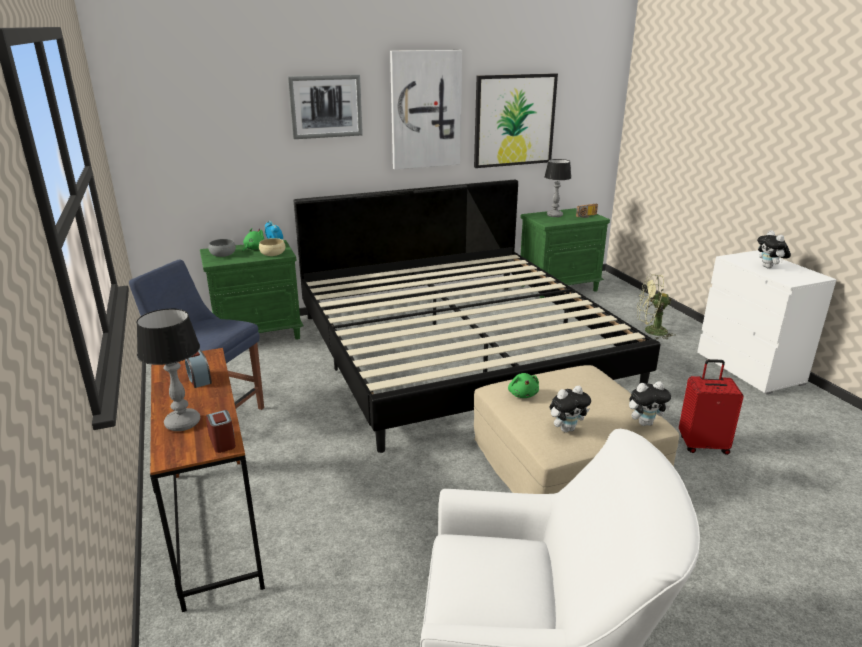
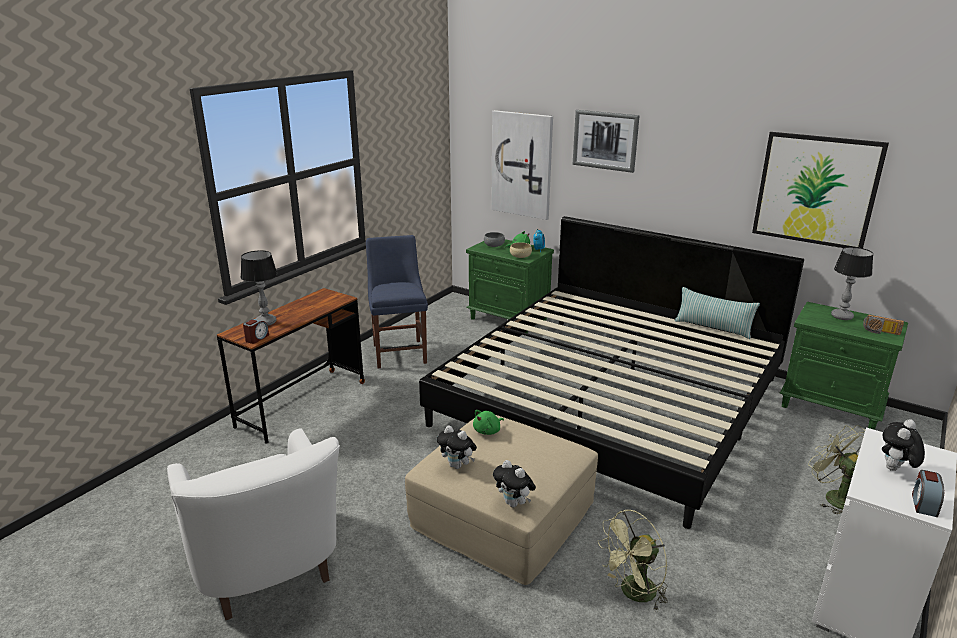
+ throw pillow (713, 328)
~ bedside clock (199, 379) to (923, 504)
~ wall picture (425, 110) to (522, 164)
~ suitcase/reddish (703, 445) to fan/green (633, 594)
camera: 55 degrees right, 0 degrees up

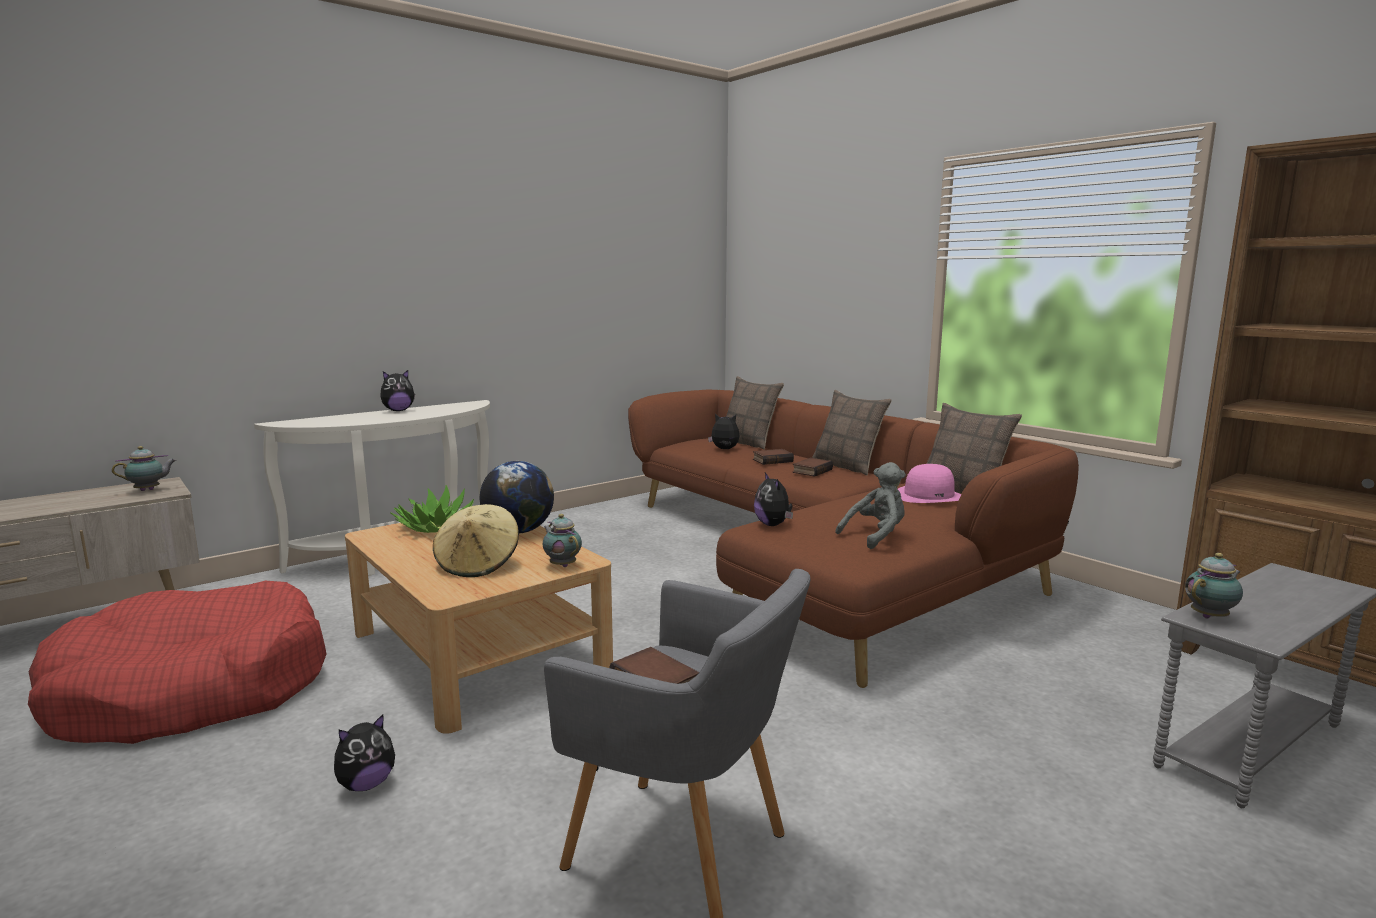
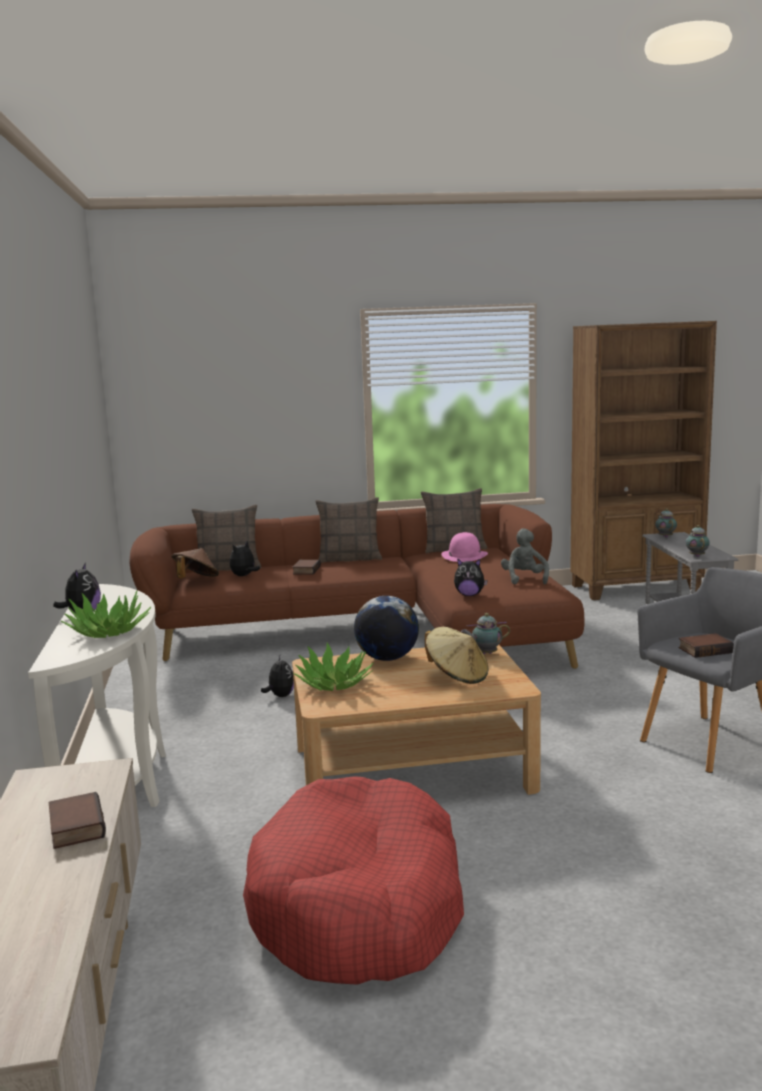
+ potted plant (108, 631)
+ wearable hat/brown-coloured (196, 580)
~ tea pot (149, 490) to (665, 536)
~ plush toy (366, 784) to (280, 696)
~ volume (811, 471) to (74, 826)
camera: 60 degrees left, 0 degrees up

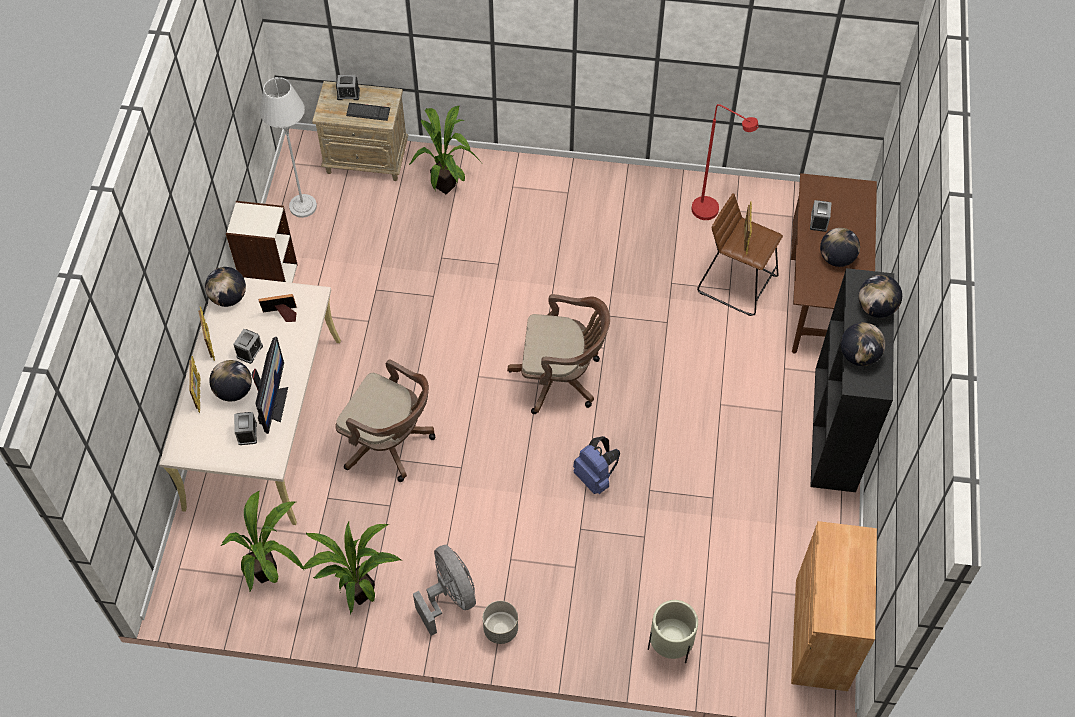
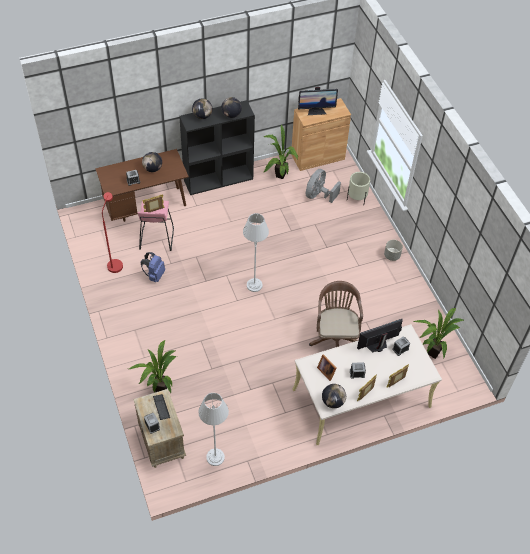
- globe (234, 391)
- bookcase (269, 278)
+ computer display (316, 111)
~ potted plant (358, 591) to (280, 177)
~ fan/greyish (449, 597) to (318, 195)
~ rucksack/blue-coloured (595, 477) to (154, 275)
~ desk chair/brown-coloured (561, 378) to floor lamp/greyish (254, 285)
~ sitting stool/brown-coloured (737, 283) to sitting stool/pink-coloured (156, 238)
camera: 120 degrees left, 5 degrees down

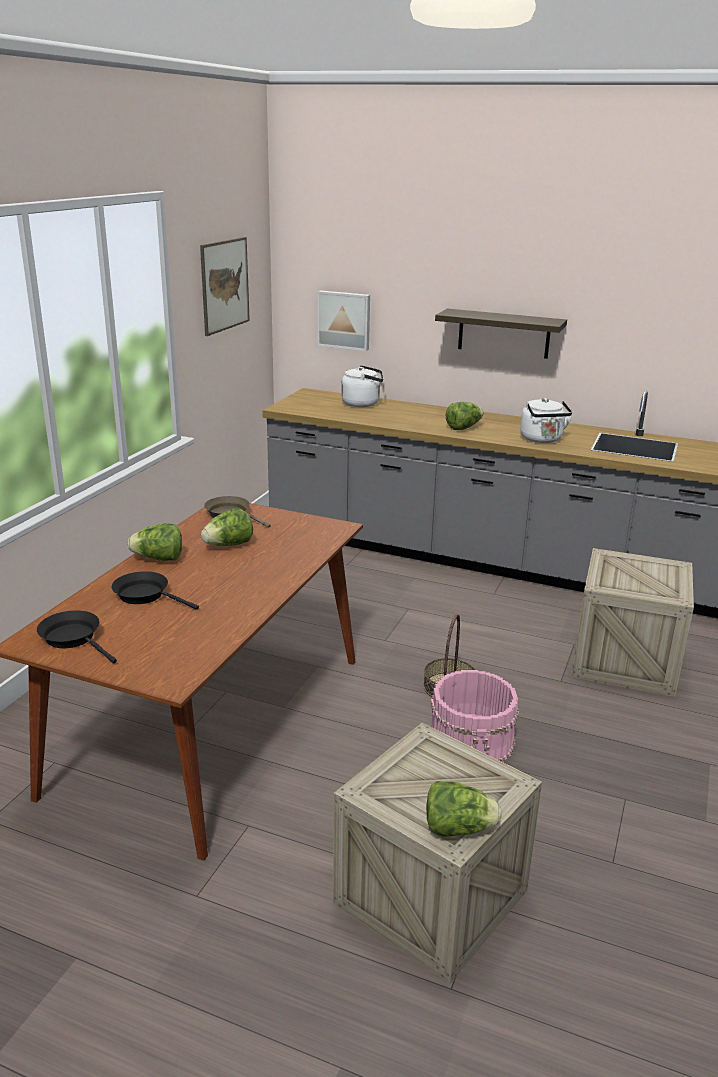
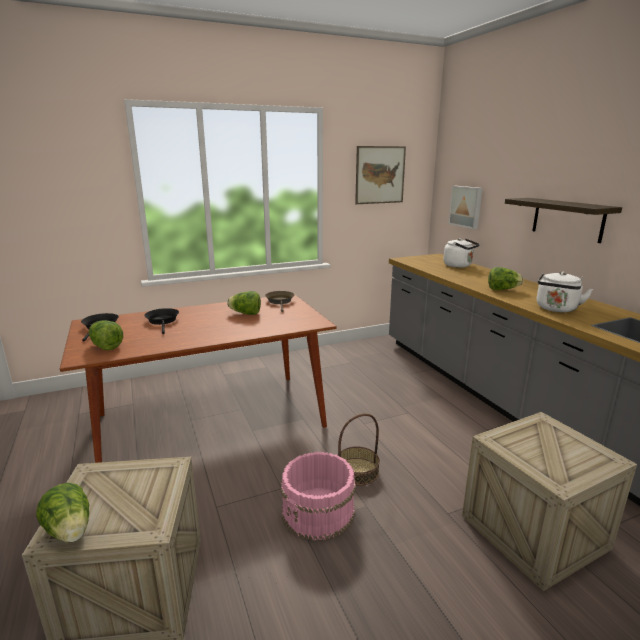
~ lettuce head (159, 559) to (106, 346)
camera: 45 degrees right, 5 degrees down

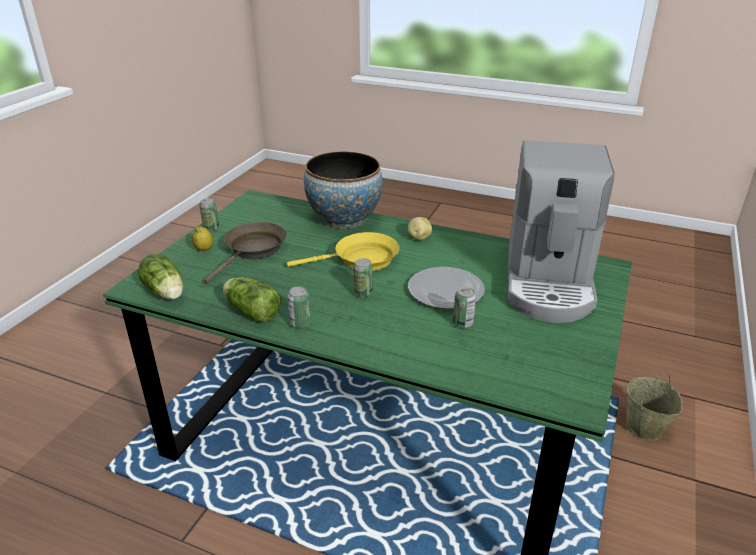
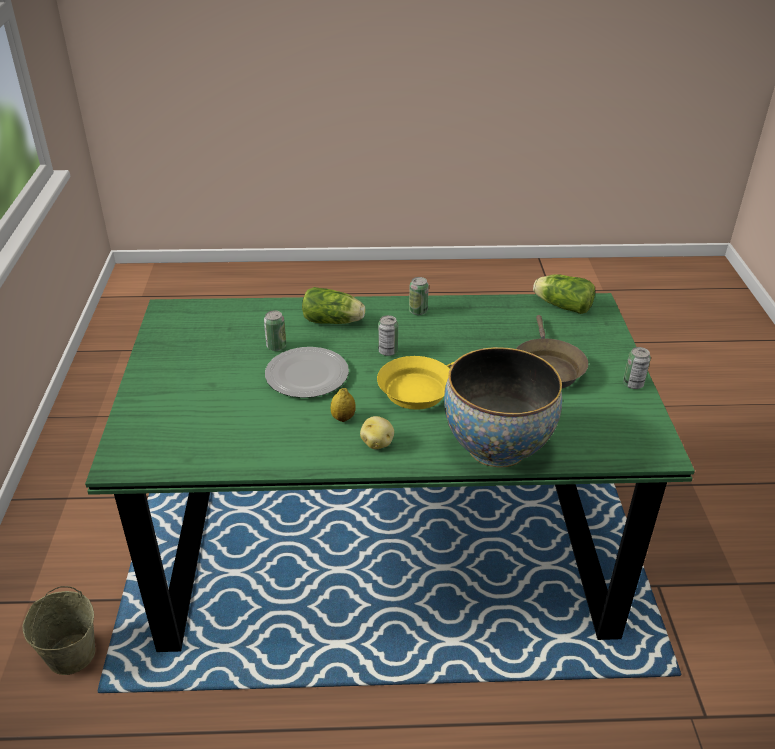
- coffee machine (549, 282)
~ lemon (204, 249) to (343, 418)
~ lettuce head (251, 311) to (334, 321)
camera: 155 degrees right, 5 degrees up

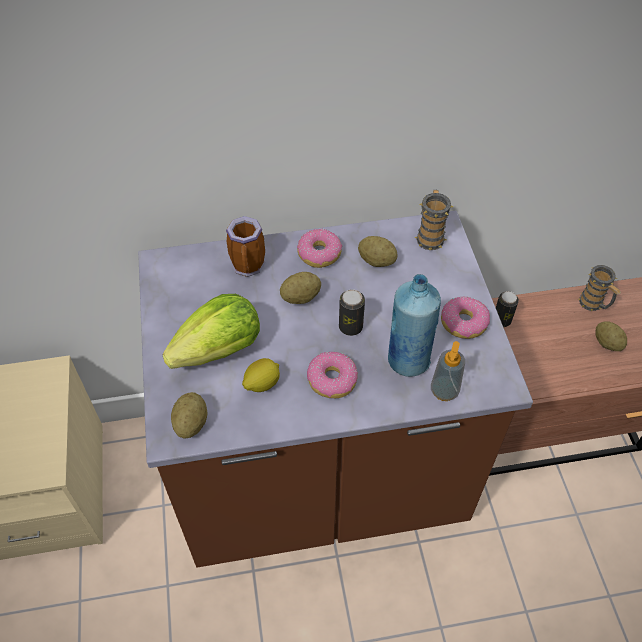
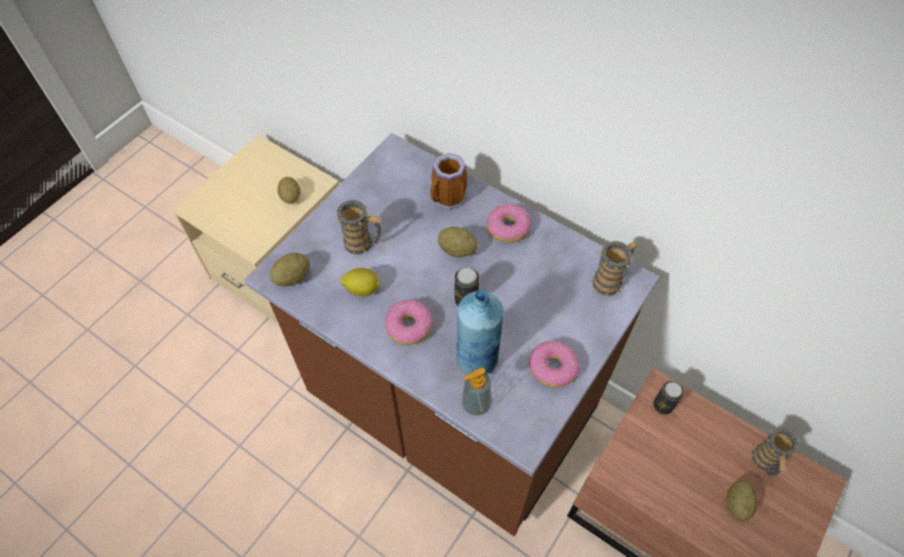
~ whole potato (376, 261) to (290, 197)
~ lettuce head (220, 350) to coffee mug (363, 243)
camera: 45 degrees right, 5 degrees up

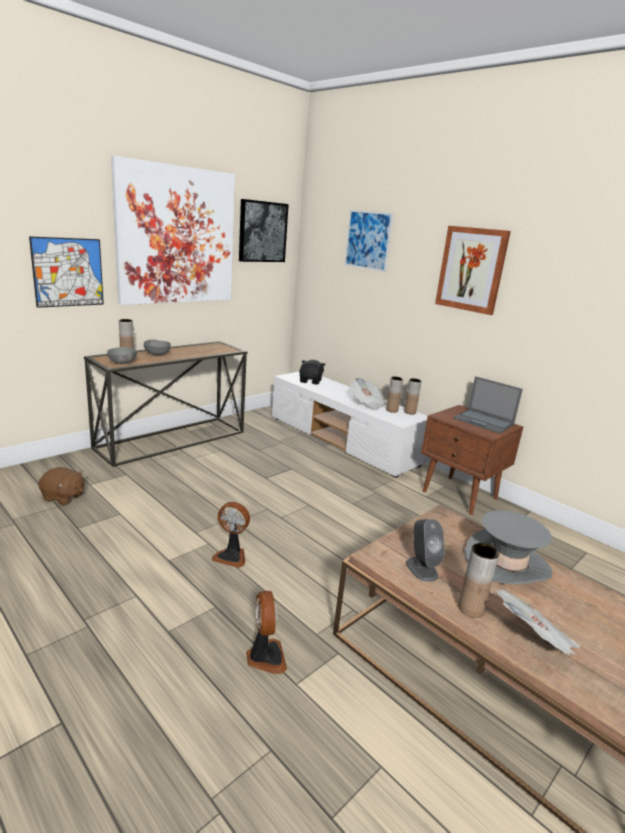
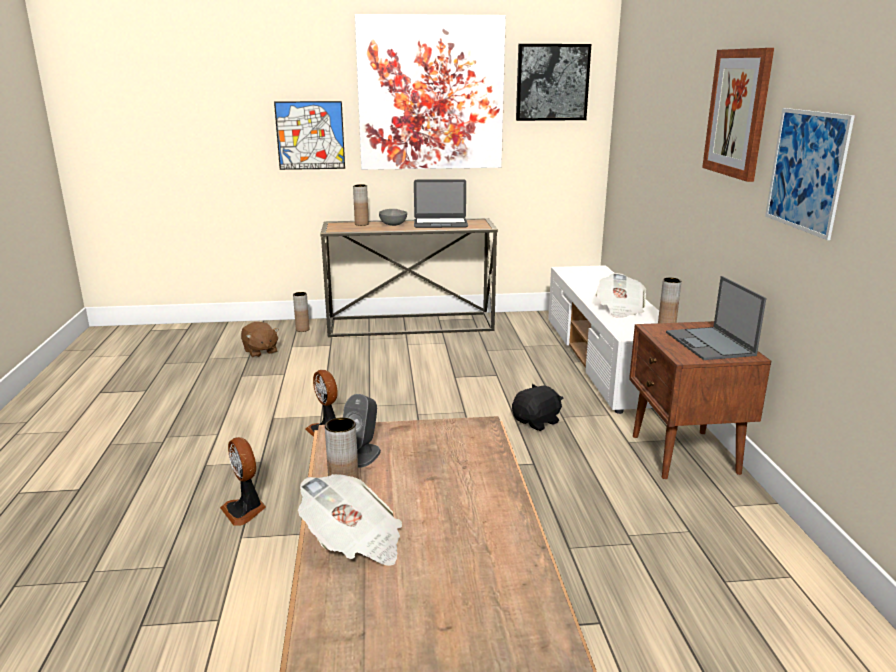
- serving bowl/greyish (122, 363)
- wearable hat/greyish (506, 563)
+ portable computer (440, 223)
~ plush toy/black-coloured (311, 381) to (537, 422)
~ wall picture (368, 240) to (806, 171)
~ decorative vase/brown-coloured (392, 410) to (302, 329)
~ fan (265, 657) = (245, 510) 120 degrees clockwise
camera: 40 degrees right, 0 degrees up

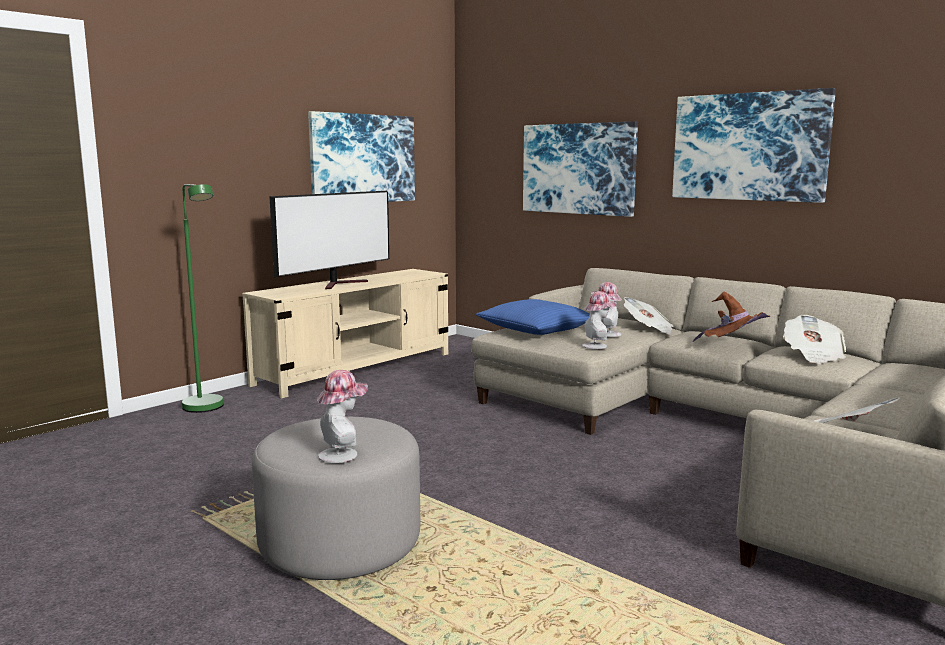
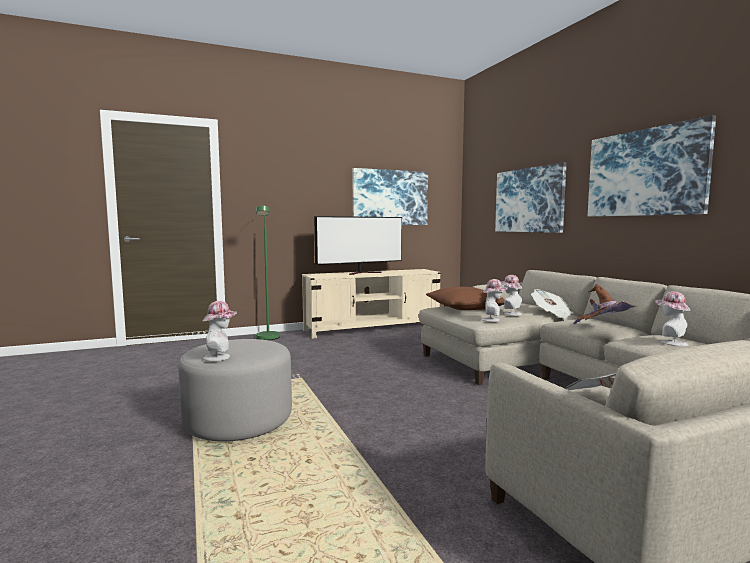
~ daily paper (813, 356) to wearable hat (670, 342)
~ throw pillow/blue-coloured (536, 329) to throw pillow/brown-coloured (465, 307)
camera: 25 degrees right, 5 degrees down

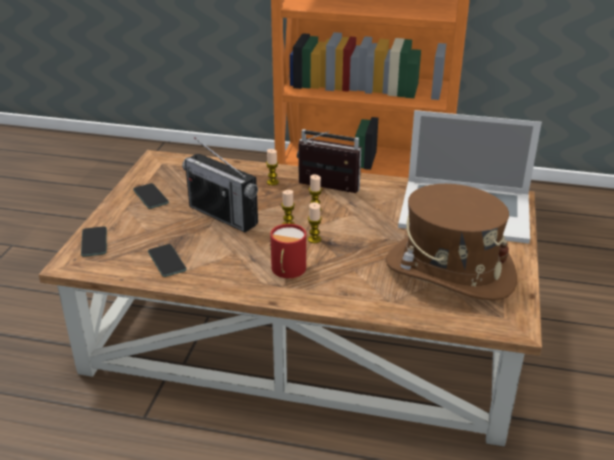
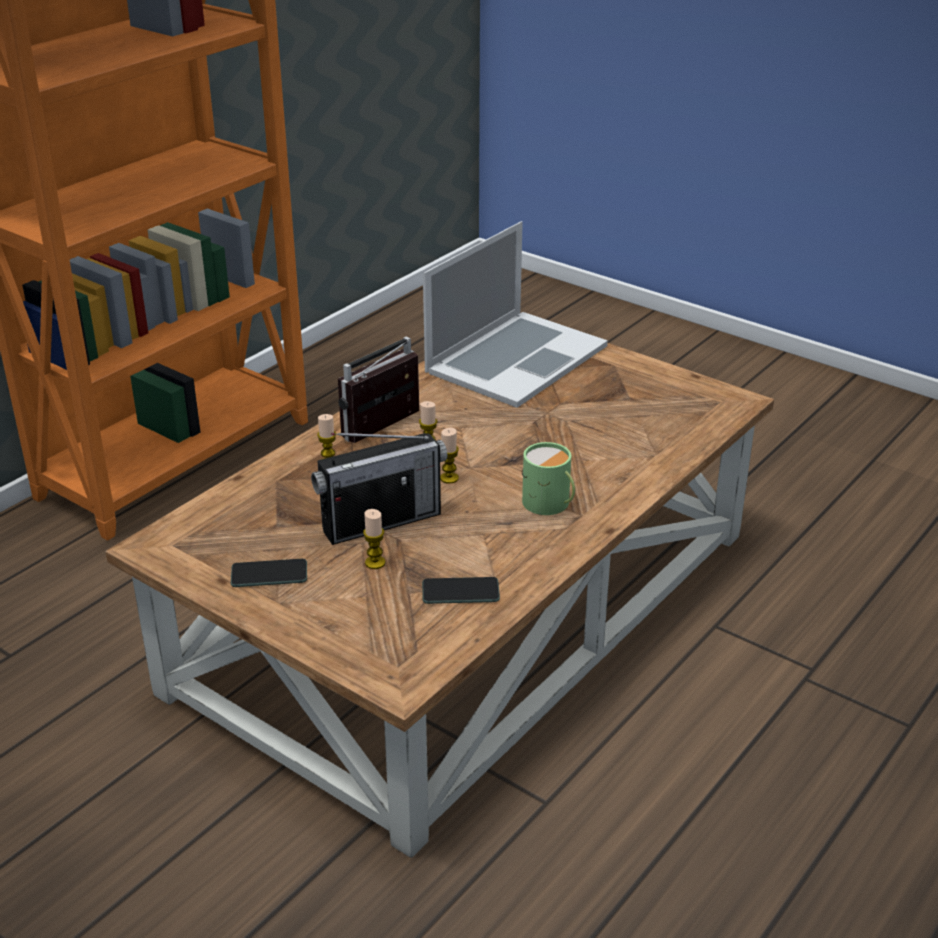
- handset (94, 242)
- wearable hat/brown-coloured (449, 271)
~ candle (314, 239) to (375, 563)
~ coffee mug/reddish (287, 270) to coffee mug/green (549, 504)
camera: 65 degrees left, 0 degrees up

